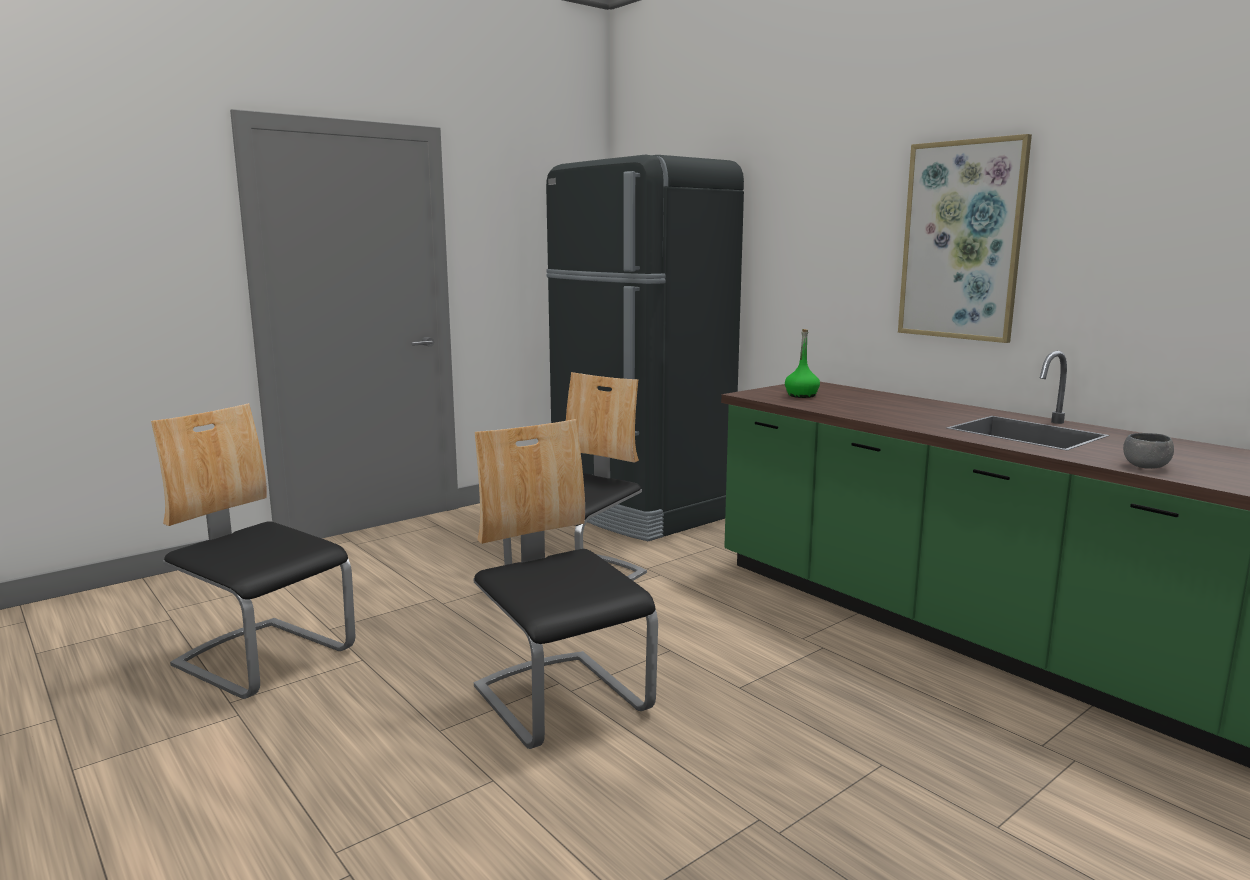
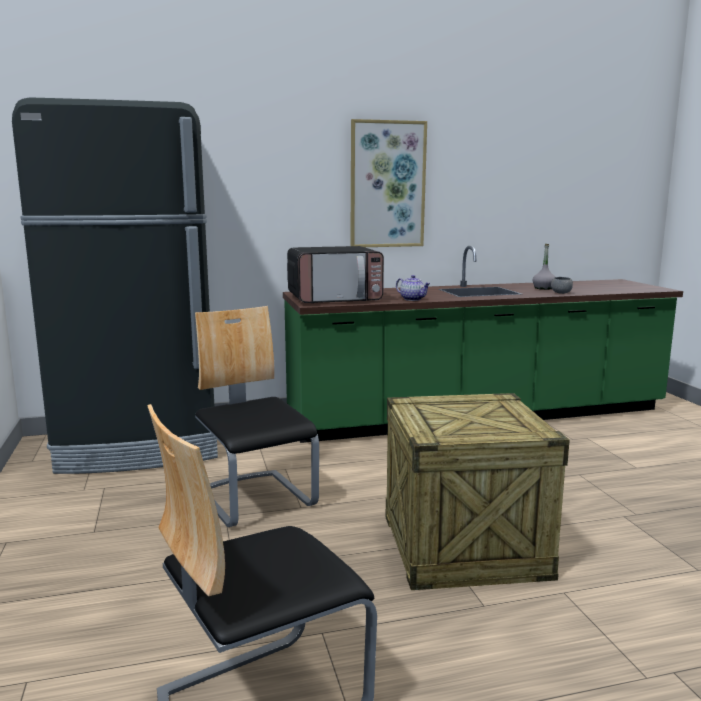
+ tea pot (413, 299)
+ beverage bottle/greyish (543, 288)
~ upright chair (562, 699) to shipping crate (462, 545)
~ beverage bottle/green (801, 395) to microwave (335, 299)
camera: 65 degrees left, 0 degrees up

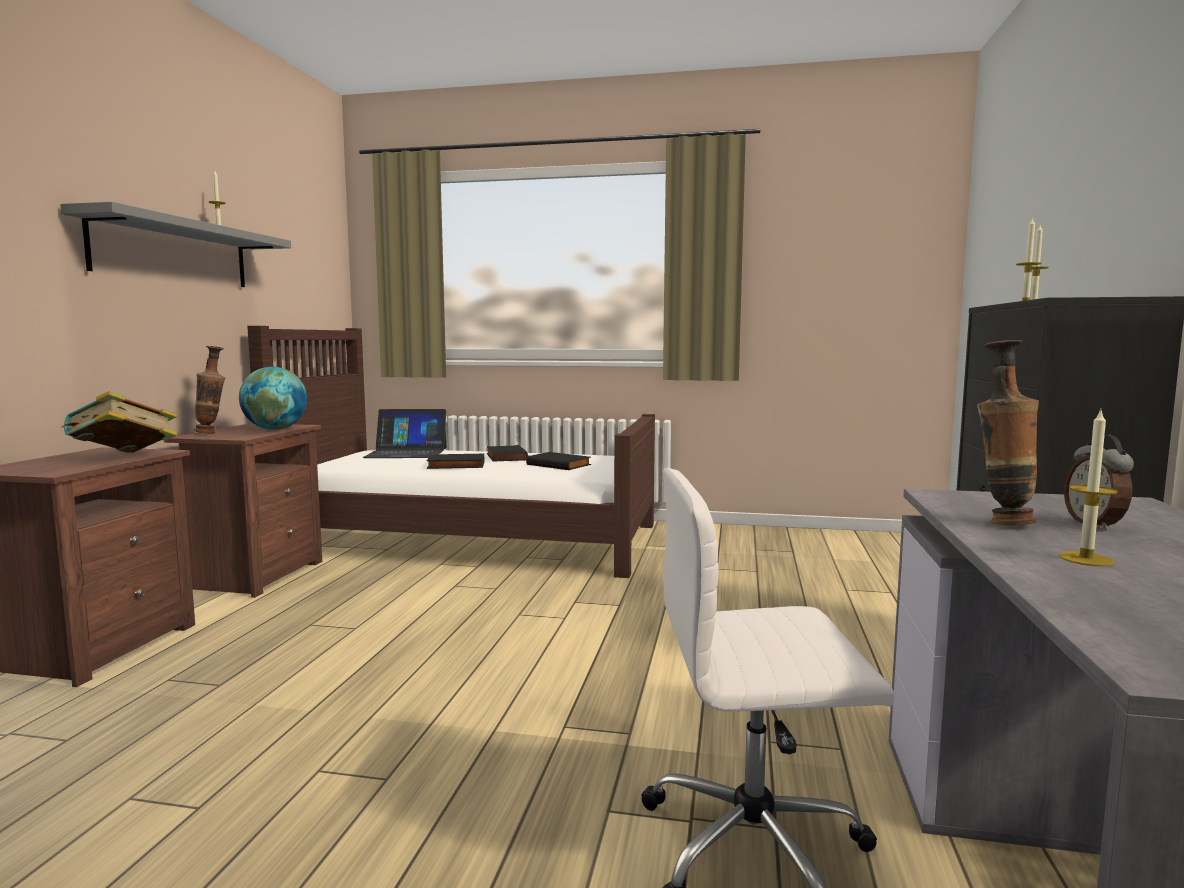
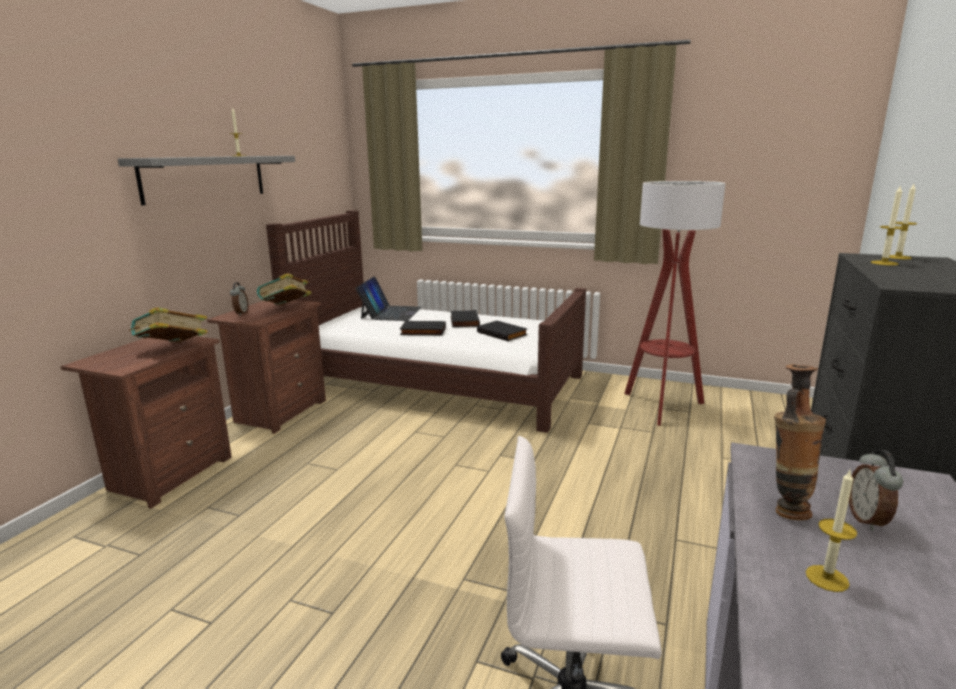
+ floor lamp (662, 406)
~ decorative vase (212, 433) to bedside clock (241, 313)
~ globe (275, 429) to volume (286, 308)
~ portable computer (406, 453) = (390, 313) 90 degrees counterclockwise
camera: 10 degrees right, 10 degrees up

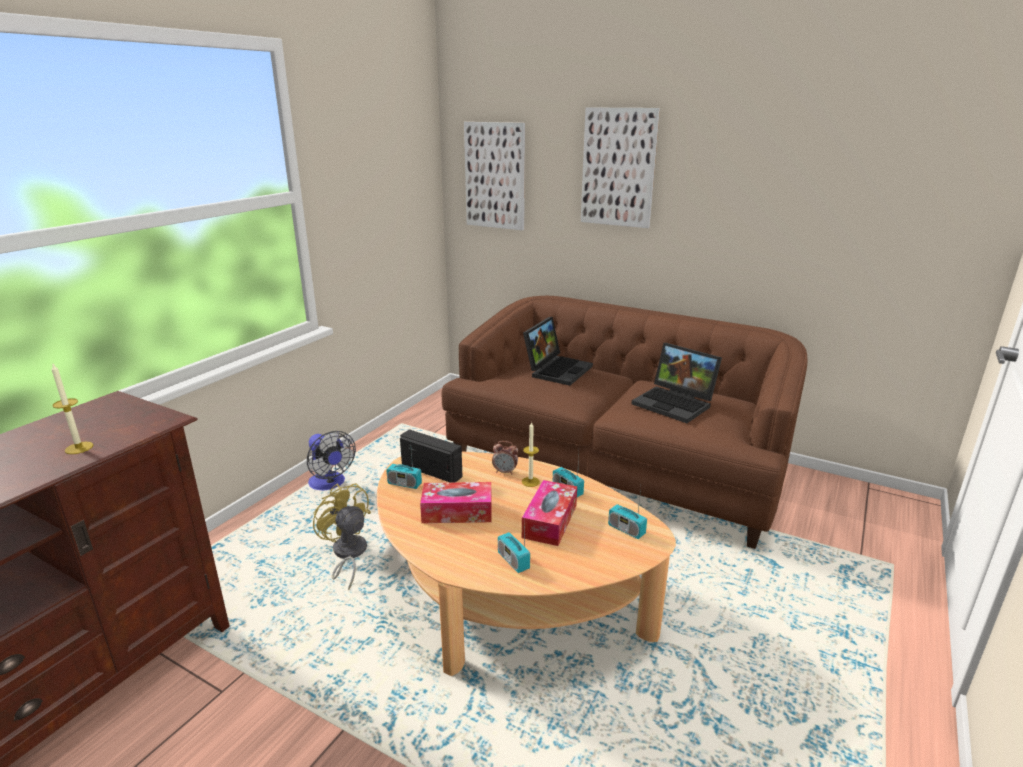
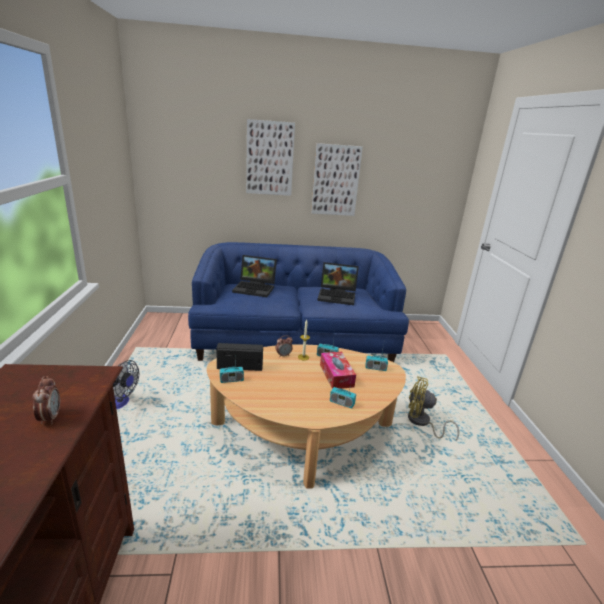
- tissue holder (457, 512)
~ fan/yellow-coloured (347, 555) to (422, 423)
~ wall picture (495, 176) to (335, 180)
~ candle (79, 448) to bedside clock (50, 418)
~ sofa/brown-coloured (616, 465) to sofa/blue-coloured (295, 340)
~ portable computer (557, 369) = (256, 288) 105 degrees clockwise
camera: 35 degrees left, 0 degrees up

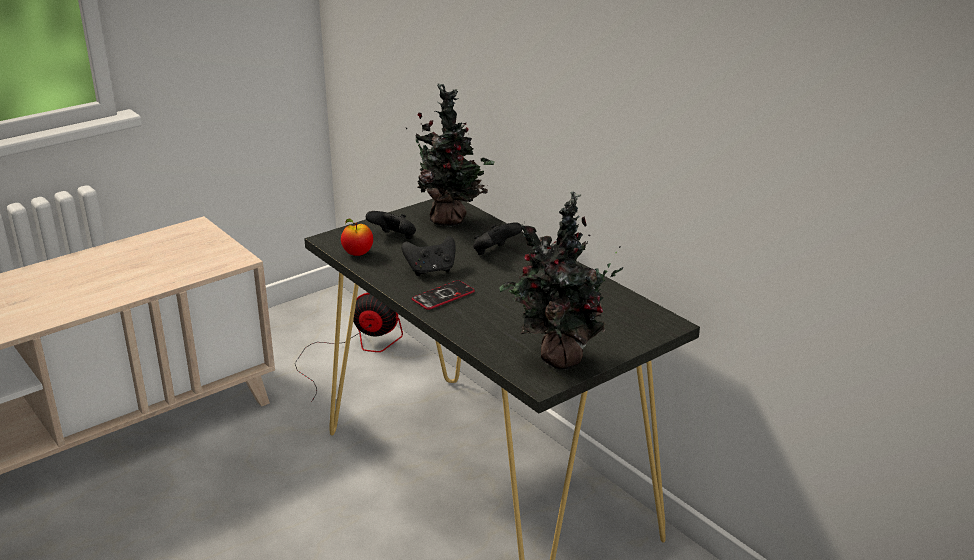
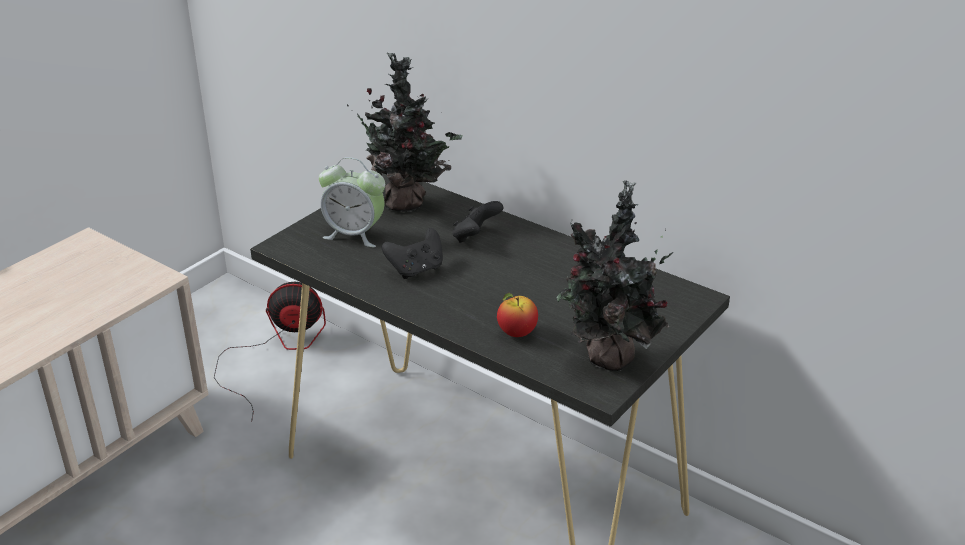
- handset (443, 296)
~ whole apple (358, 254) to (517, 333)
~ joypad/black-coloured (394, 238) to bedside clock (354, 234)
camera: 15 degrees left, 5 degrees up

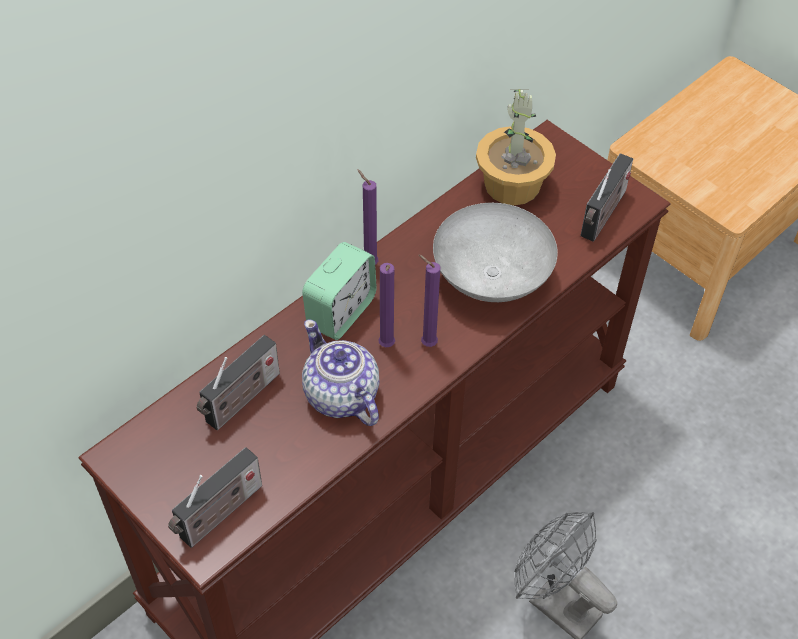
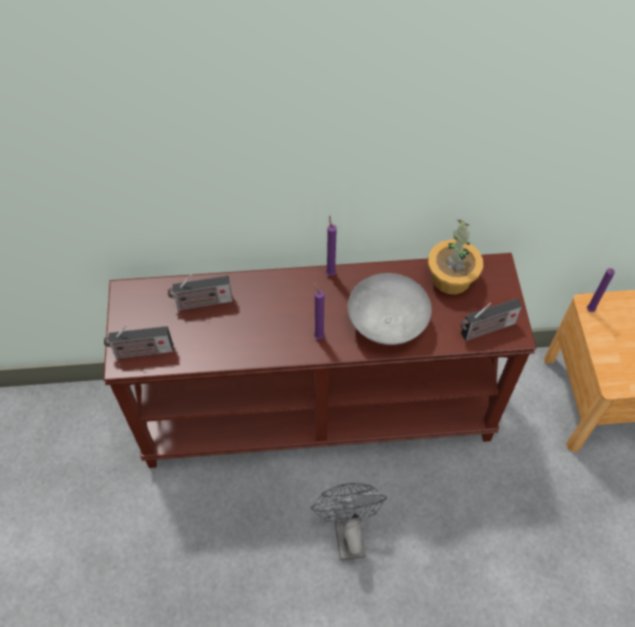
- bedside clock (341, 312)
- tea pot (341, 396)
~ candle/purple (386, 347) to (589, 311)
camera: 40 degrees right, 5 degrees up

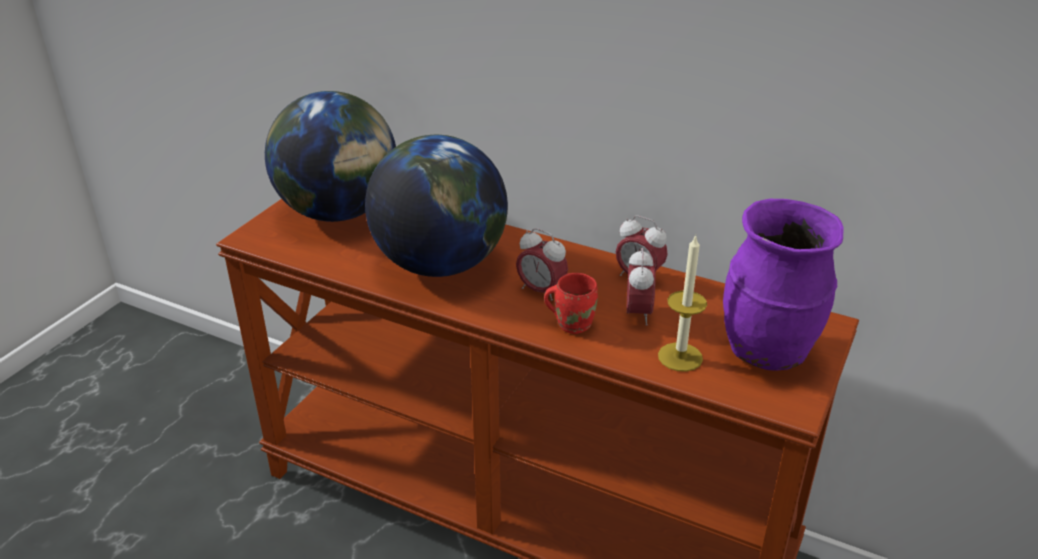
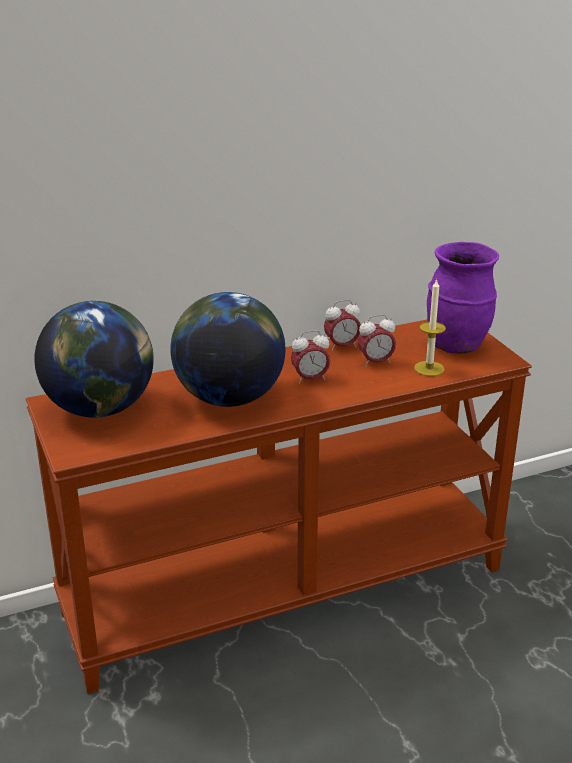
- coffee mug/reddish (572, 323)
~ bedside clock (638, 314) = (375, 362) 120 degrees clockwise
camera: 50 degrees left, 5 degrees down

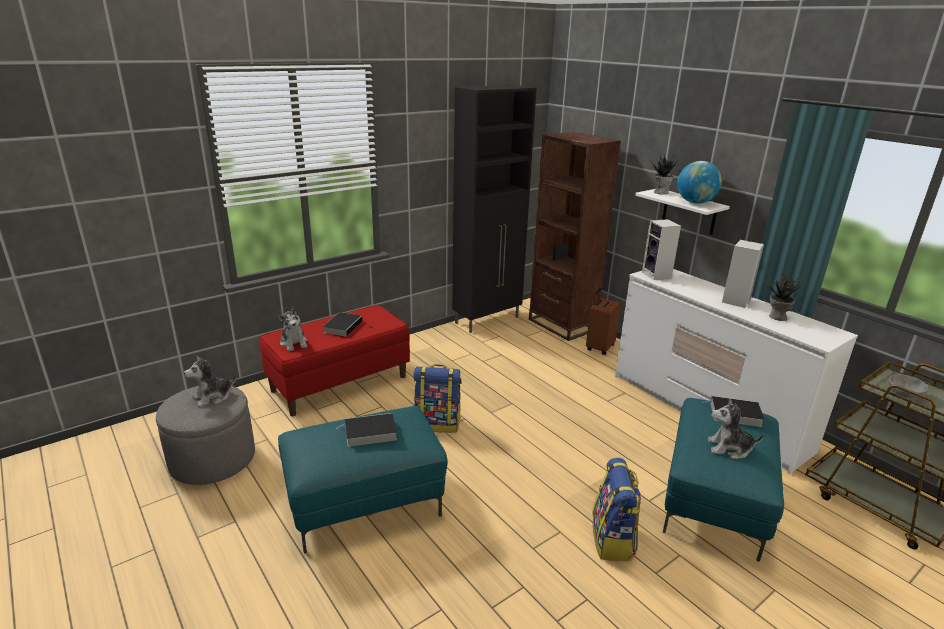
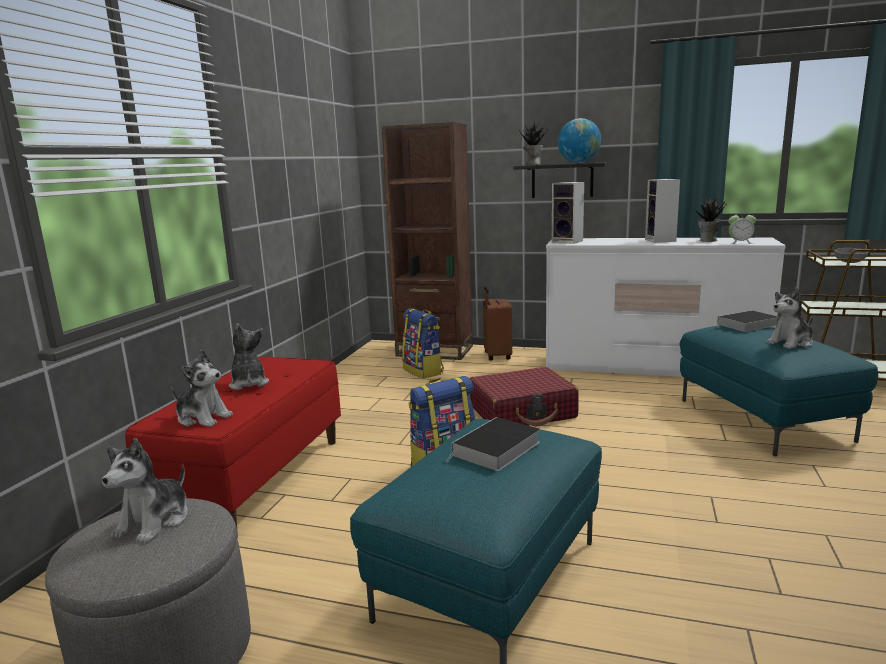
- cabinet/black-coloured (488, 320)
+ suitcase/reddish (523, 412)
+ bedside clock (740, 243)
~ rucksack (613, 540) to (423, 371)
~ volume (343, 326) to plush toy (248, 384)
~ shelf/white-coloured (689, 212) to shelf/black-coloured (562, 180)
camera: 35 degrees left, 10 degrees down

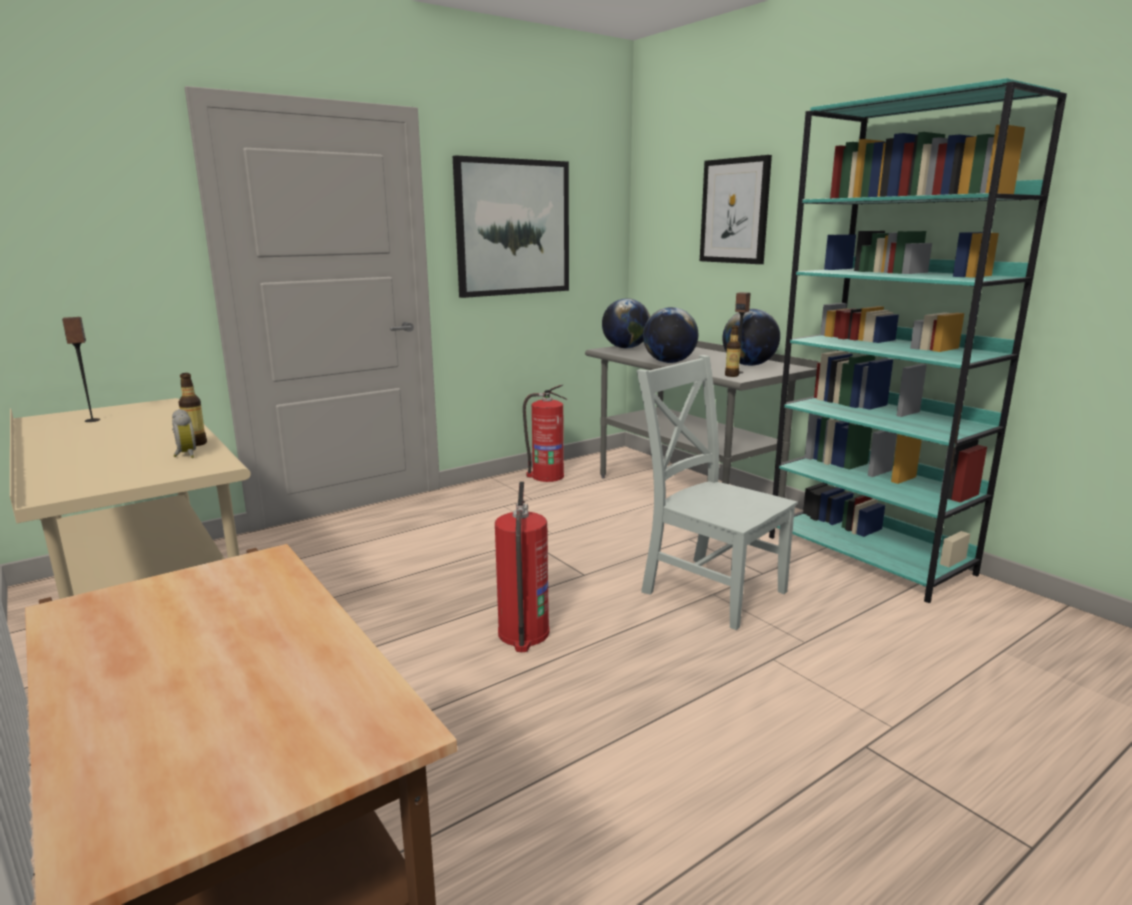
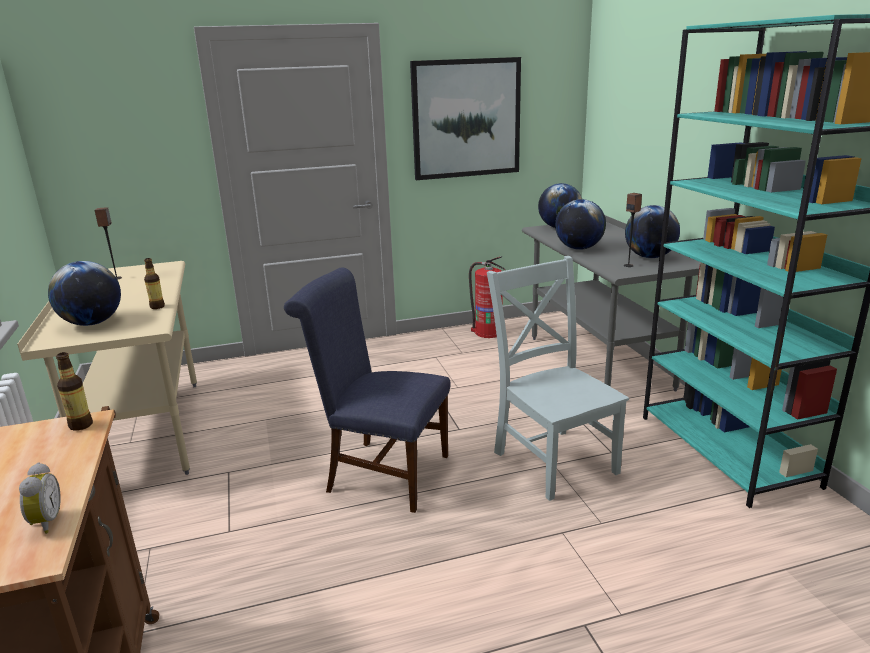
- wall picture (735, 211)
+ globe (92, 323)
~ bedside clock (185, 455) to (45, 522)
~ beverage bottle (731, 375) to (81, 425)
~ extinguisher (523, 634) to upright chair/blue-coloured (381, 472)
camera: 20 degrees right, 5 degrees up

